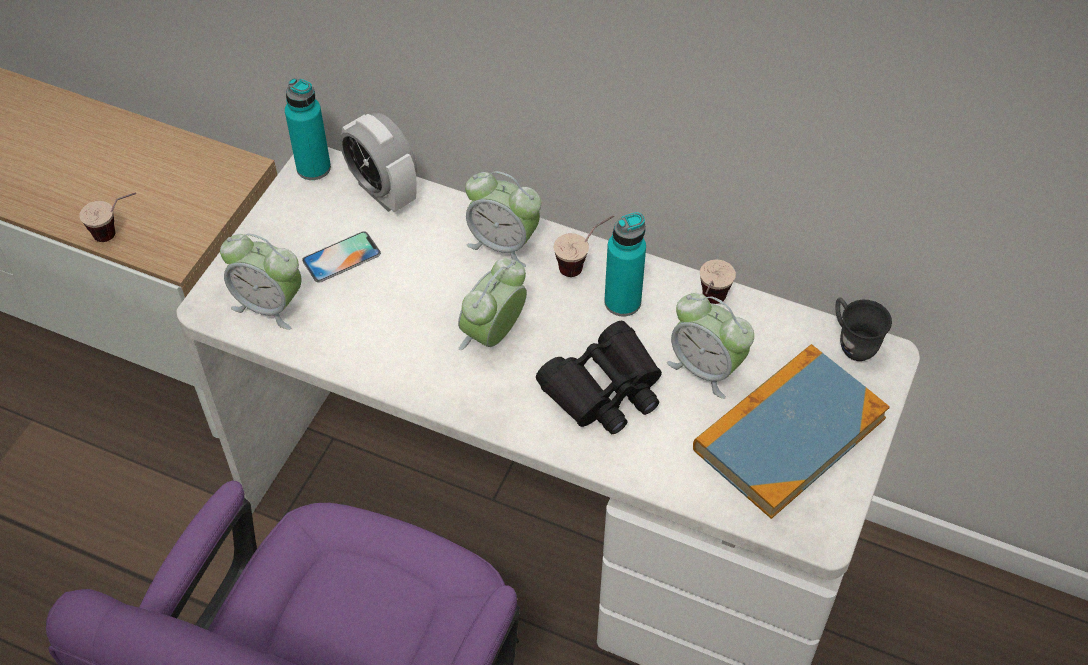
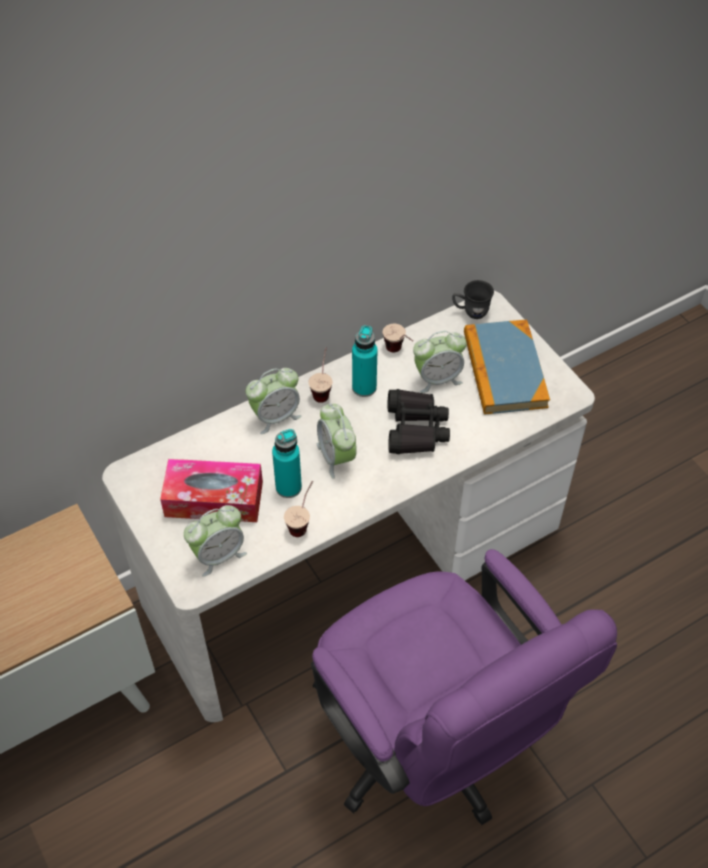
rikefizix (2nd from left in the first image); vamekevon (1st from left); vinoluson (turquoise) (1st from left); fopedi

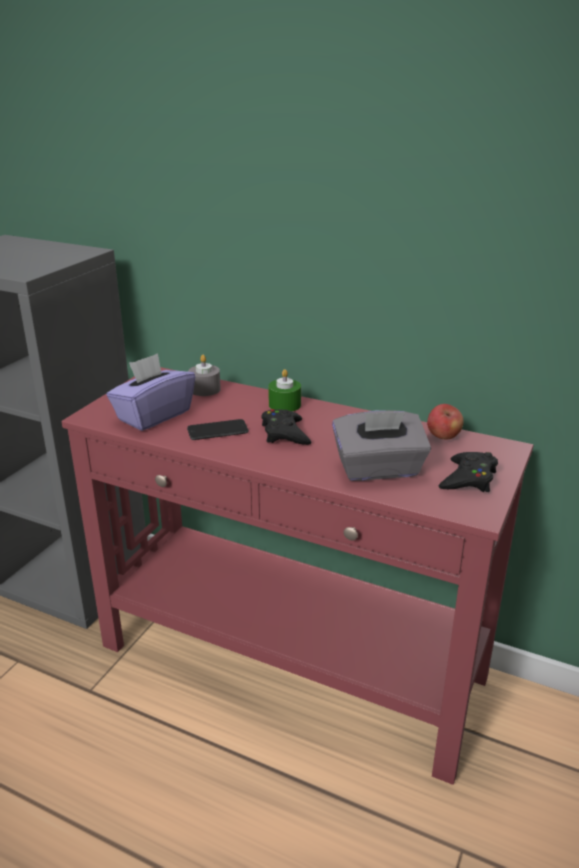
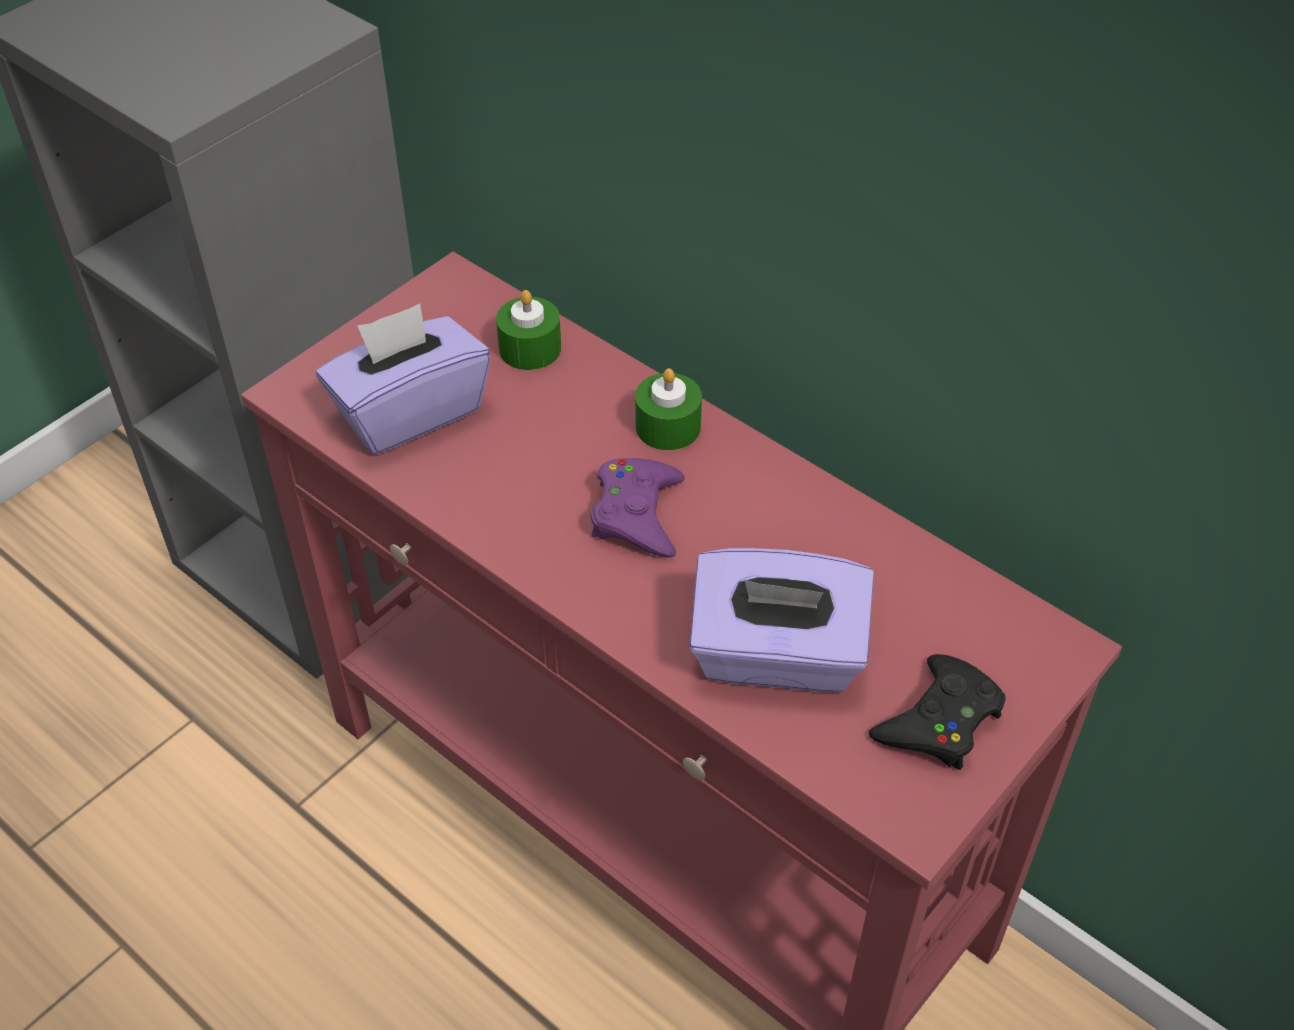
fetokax; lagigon; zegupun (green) (1st from left); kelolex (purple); fopedi (purple) (2nd from left)

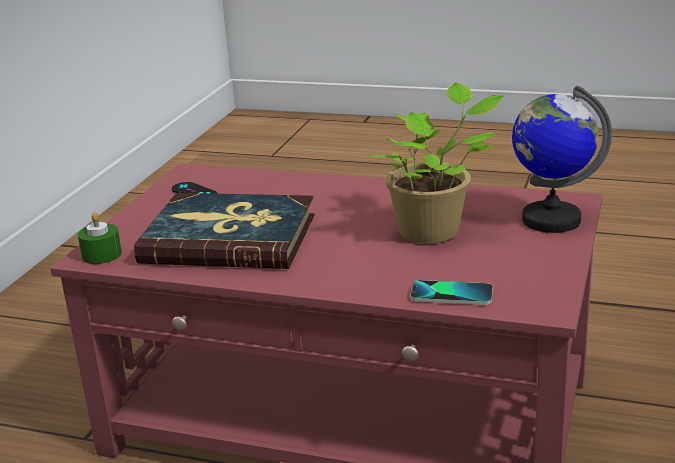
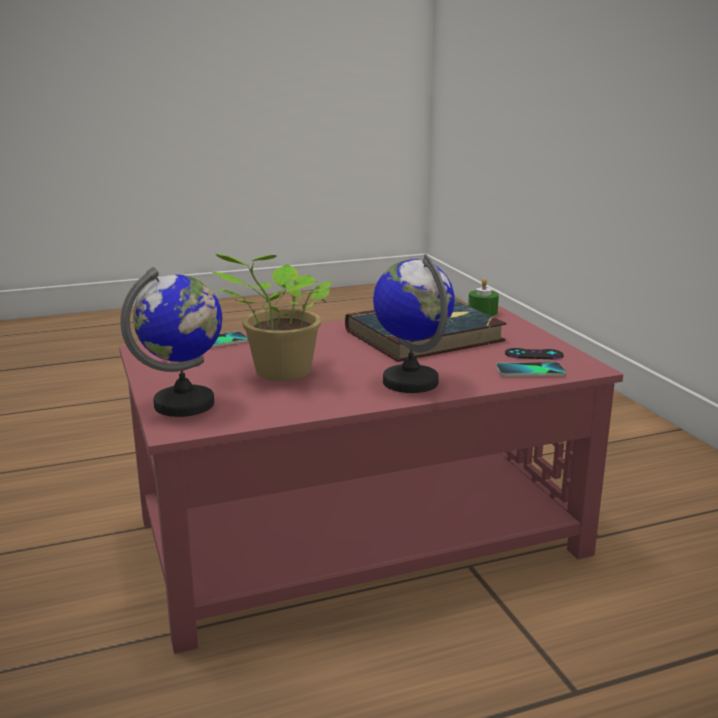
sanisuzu (2nd from left); fetokax (2nd from left)

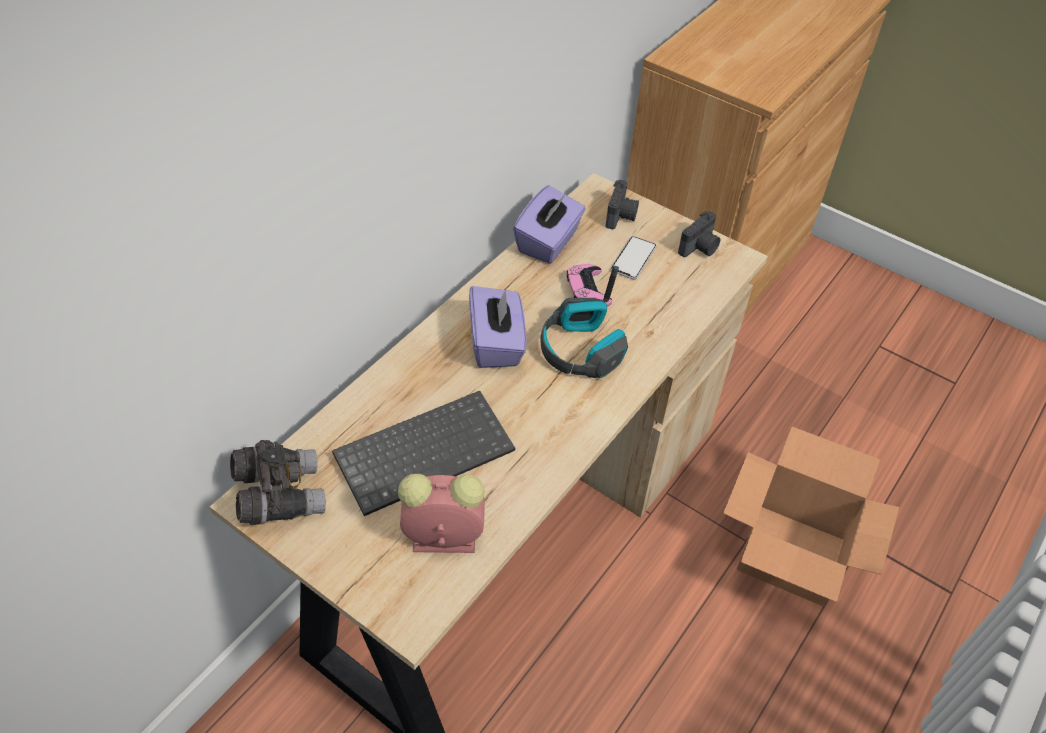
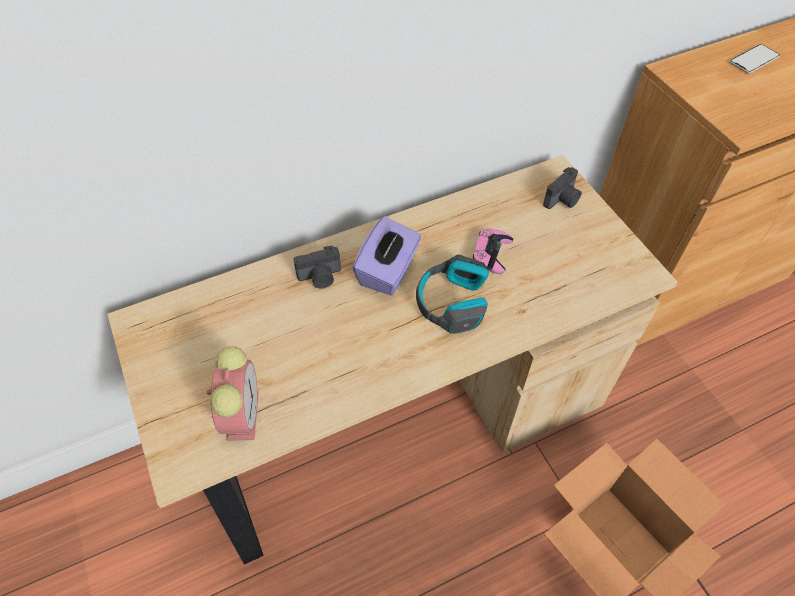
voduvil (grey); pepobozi; fopedi (purple) (2nd from left in the first image); fetokax; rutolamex (1st from left); rikefizix

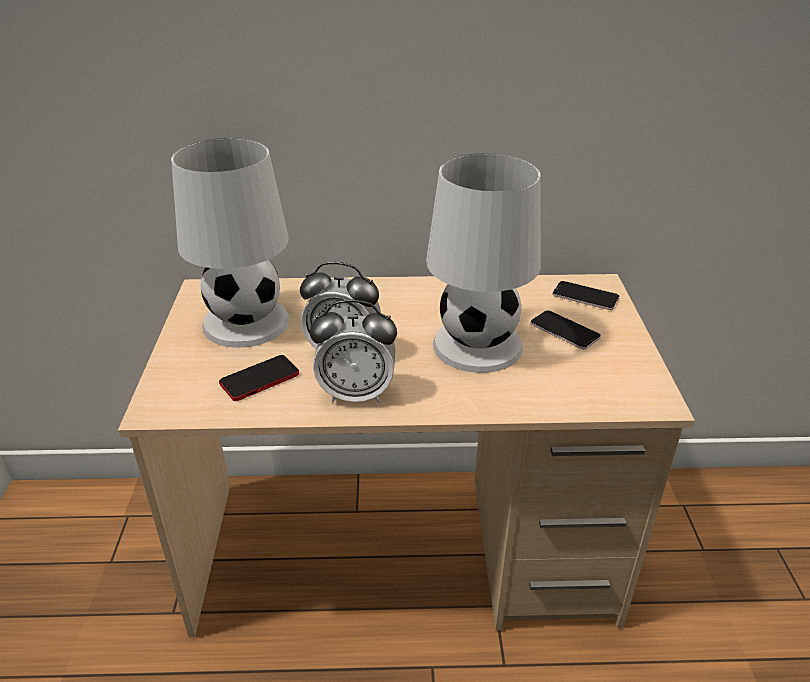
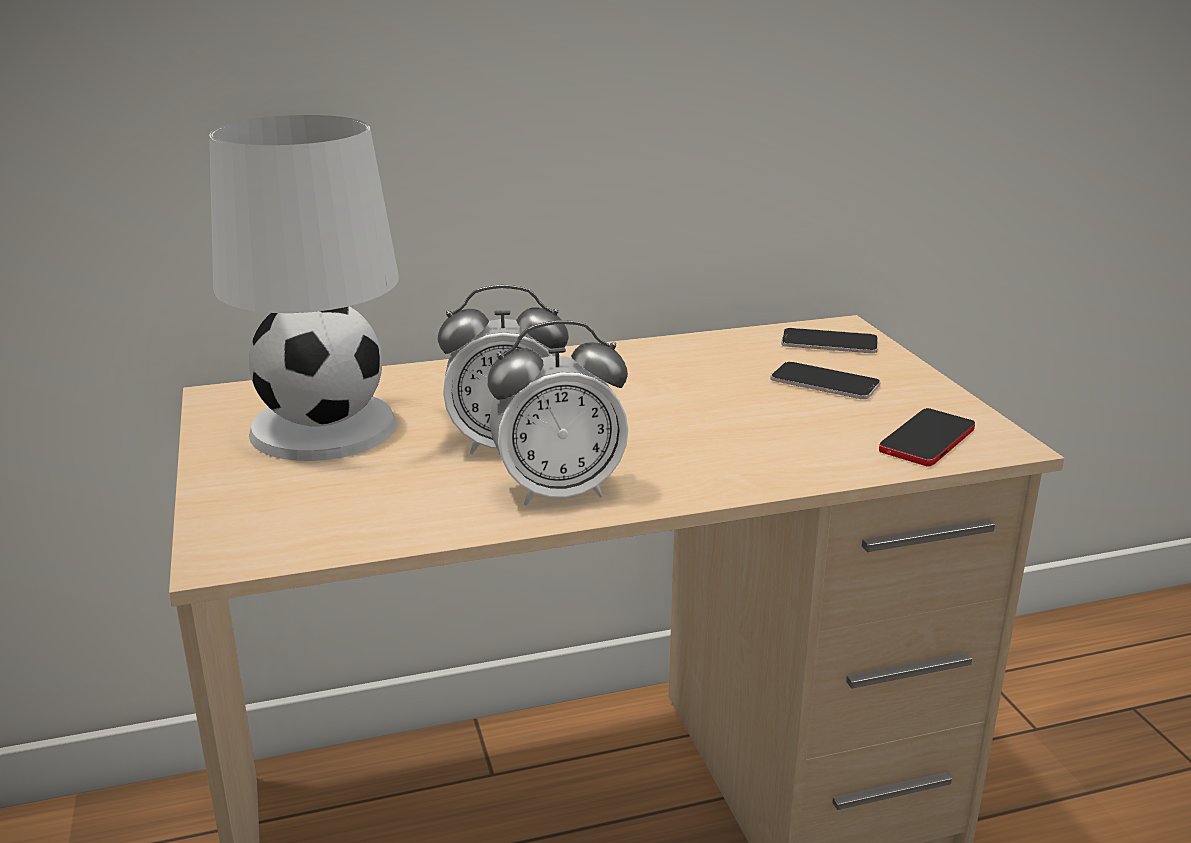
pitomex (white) (2nd from left in the first image); fetokax (3rd from left)

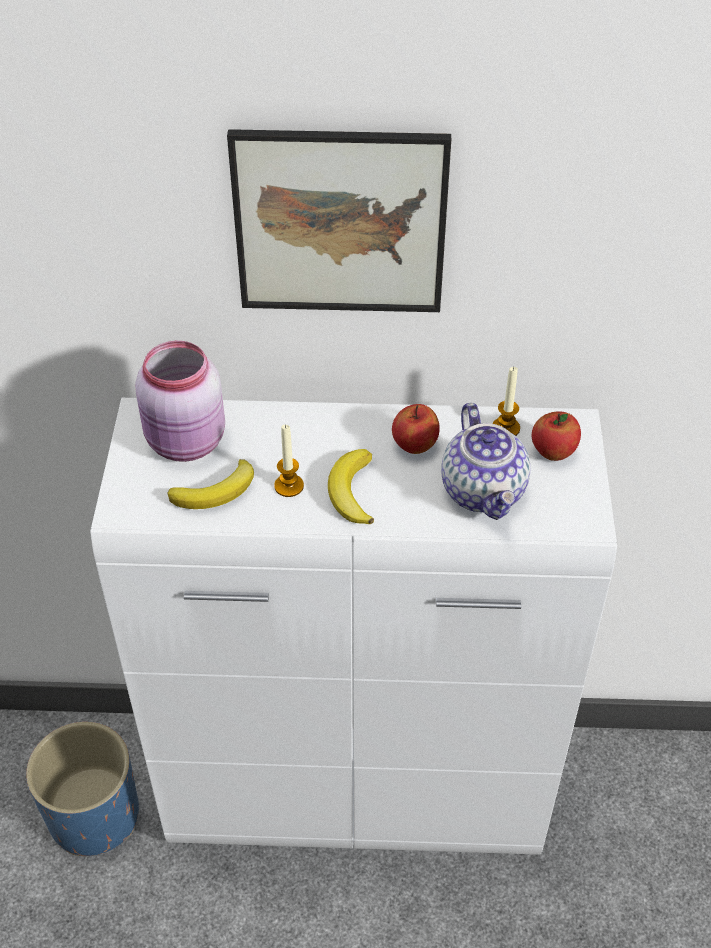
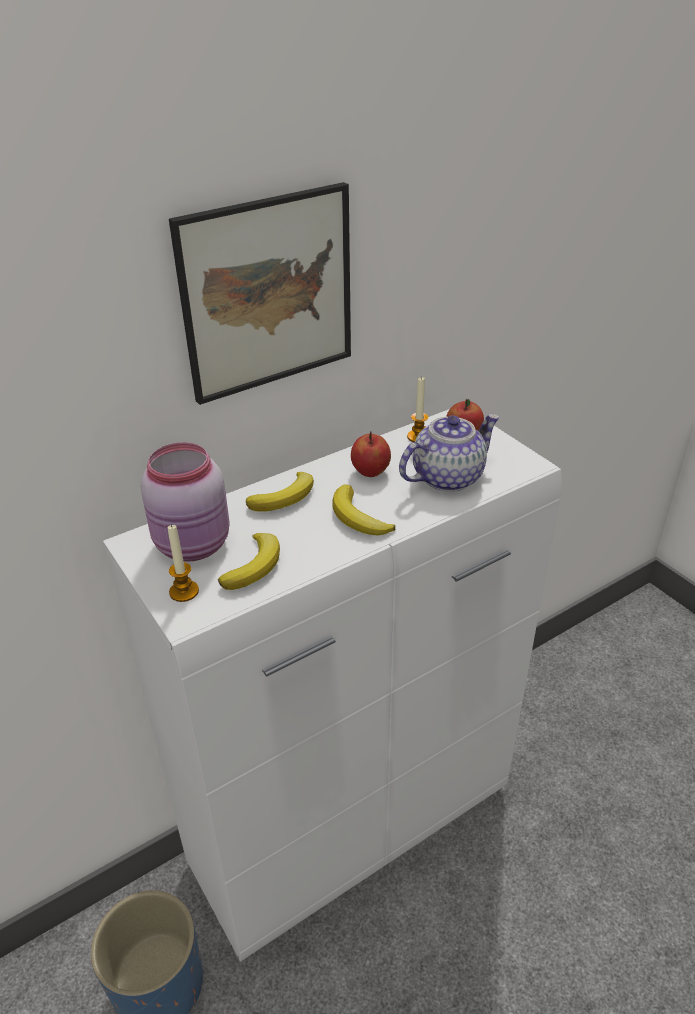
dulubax (2nd from left); zegupun (1st from left); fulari

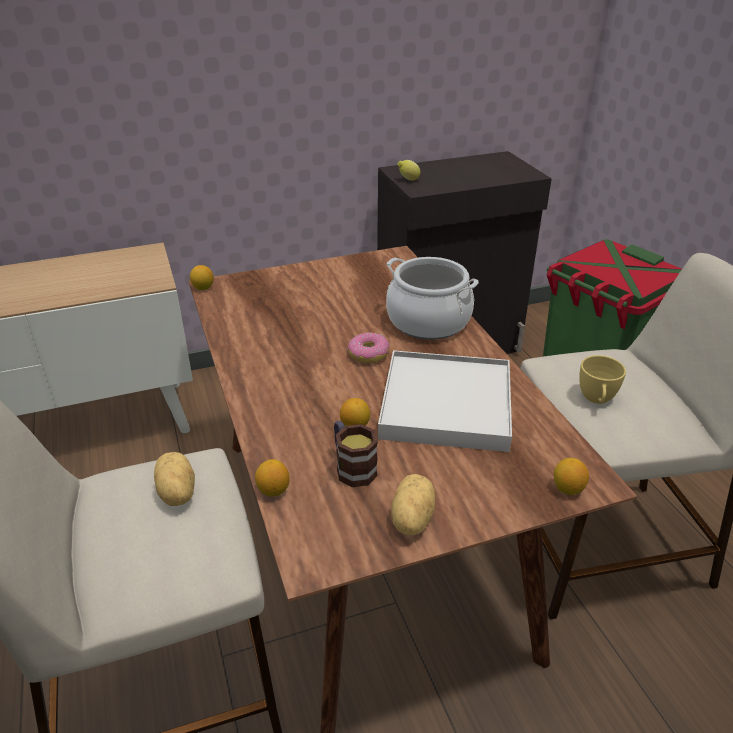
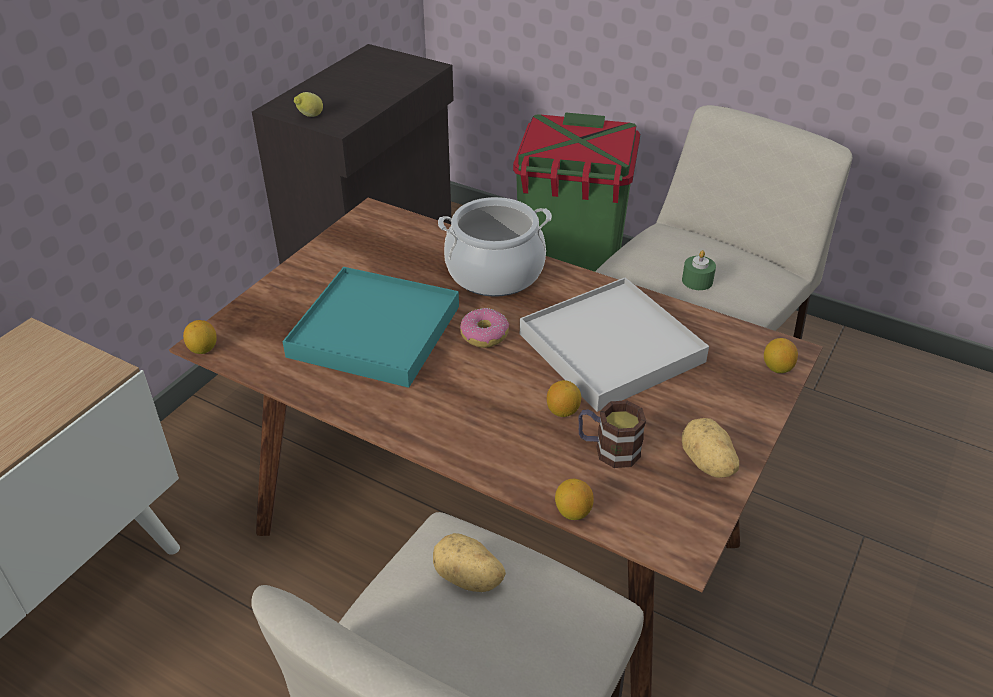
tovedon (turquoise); zegupun (green)

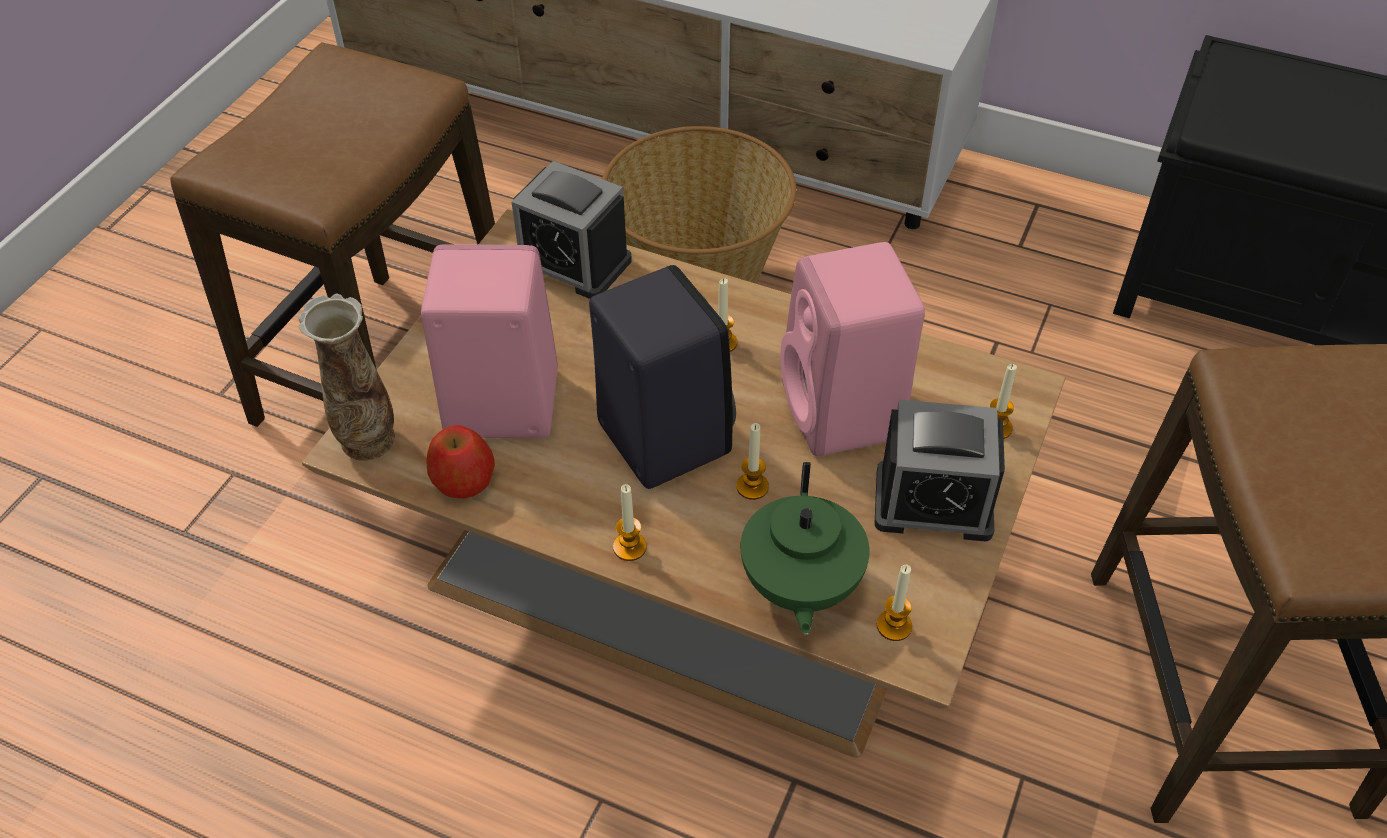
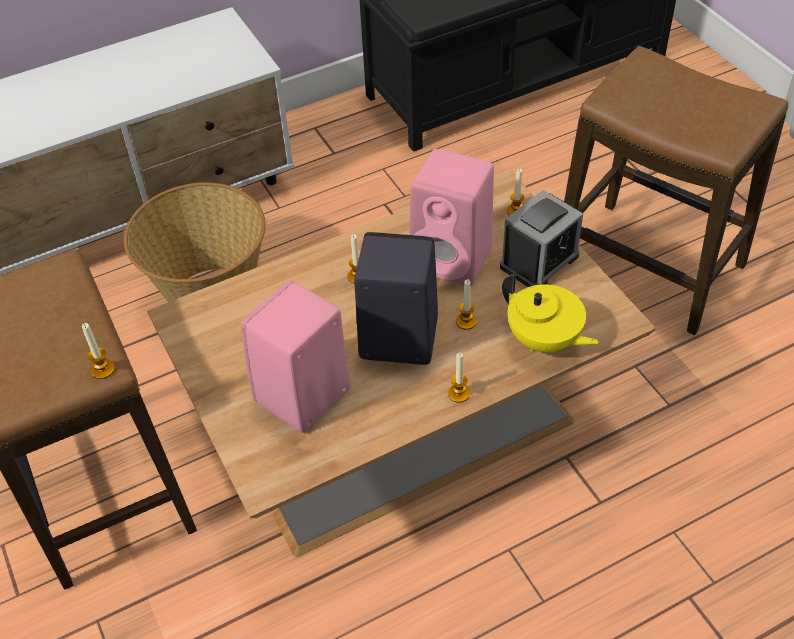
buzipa; lagigon; rikefizix (1st from left in the first image); zegupun (1st from left); fulari (yellow)

